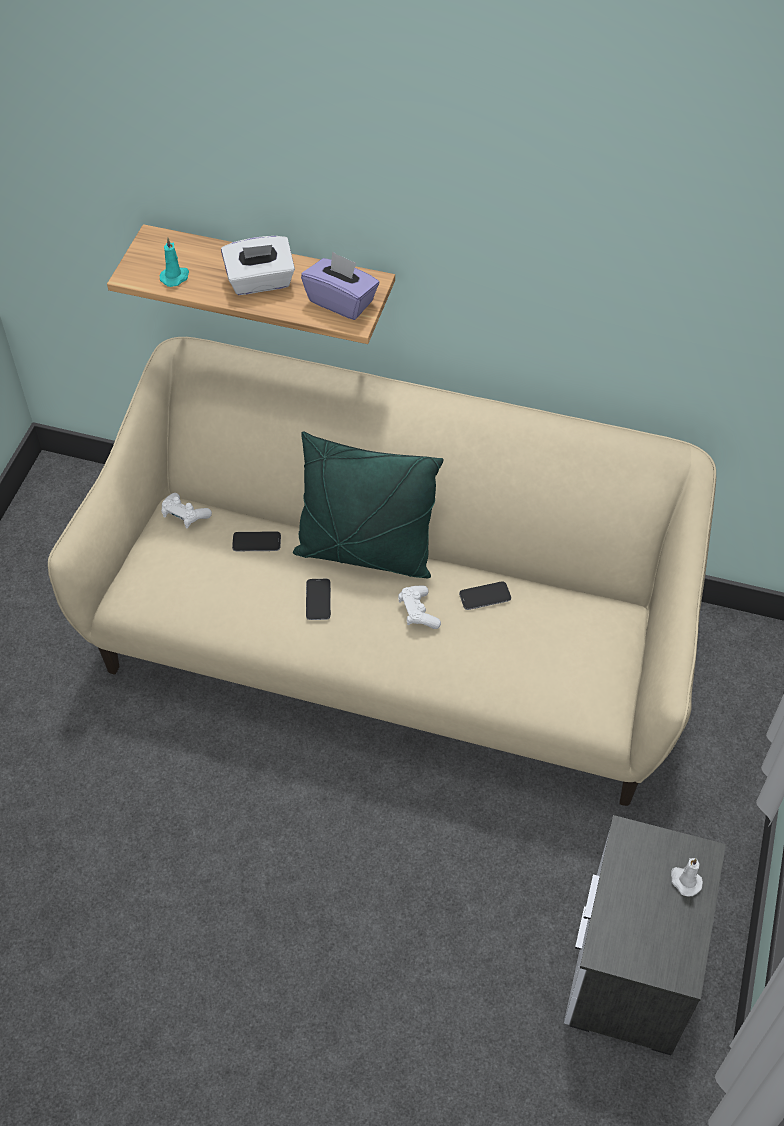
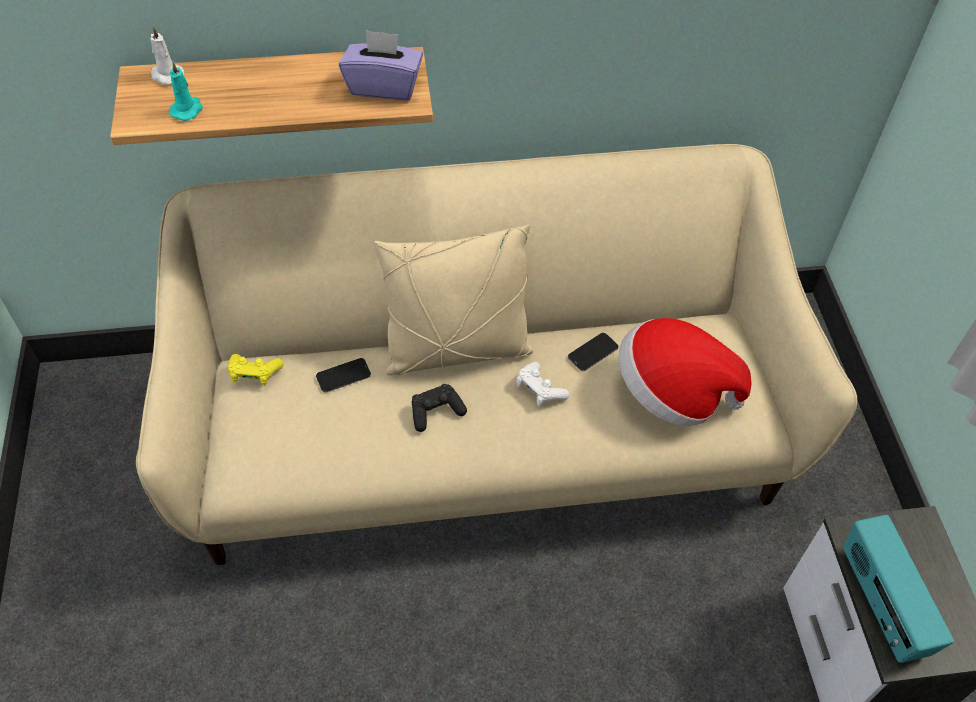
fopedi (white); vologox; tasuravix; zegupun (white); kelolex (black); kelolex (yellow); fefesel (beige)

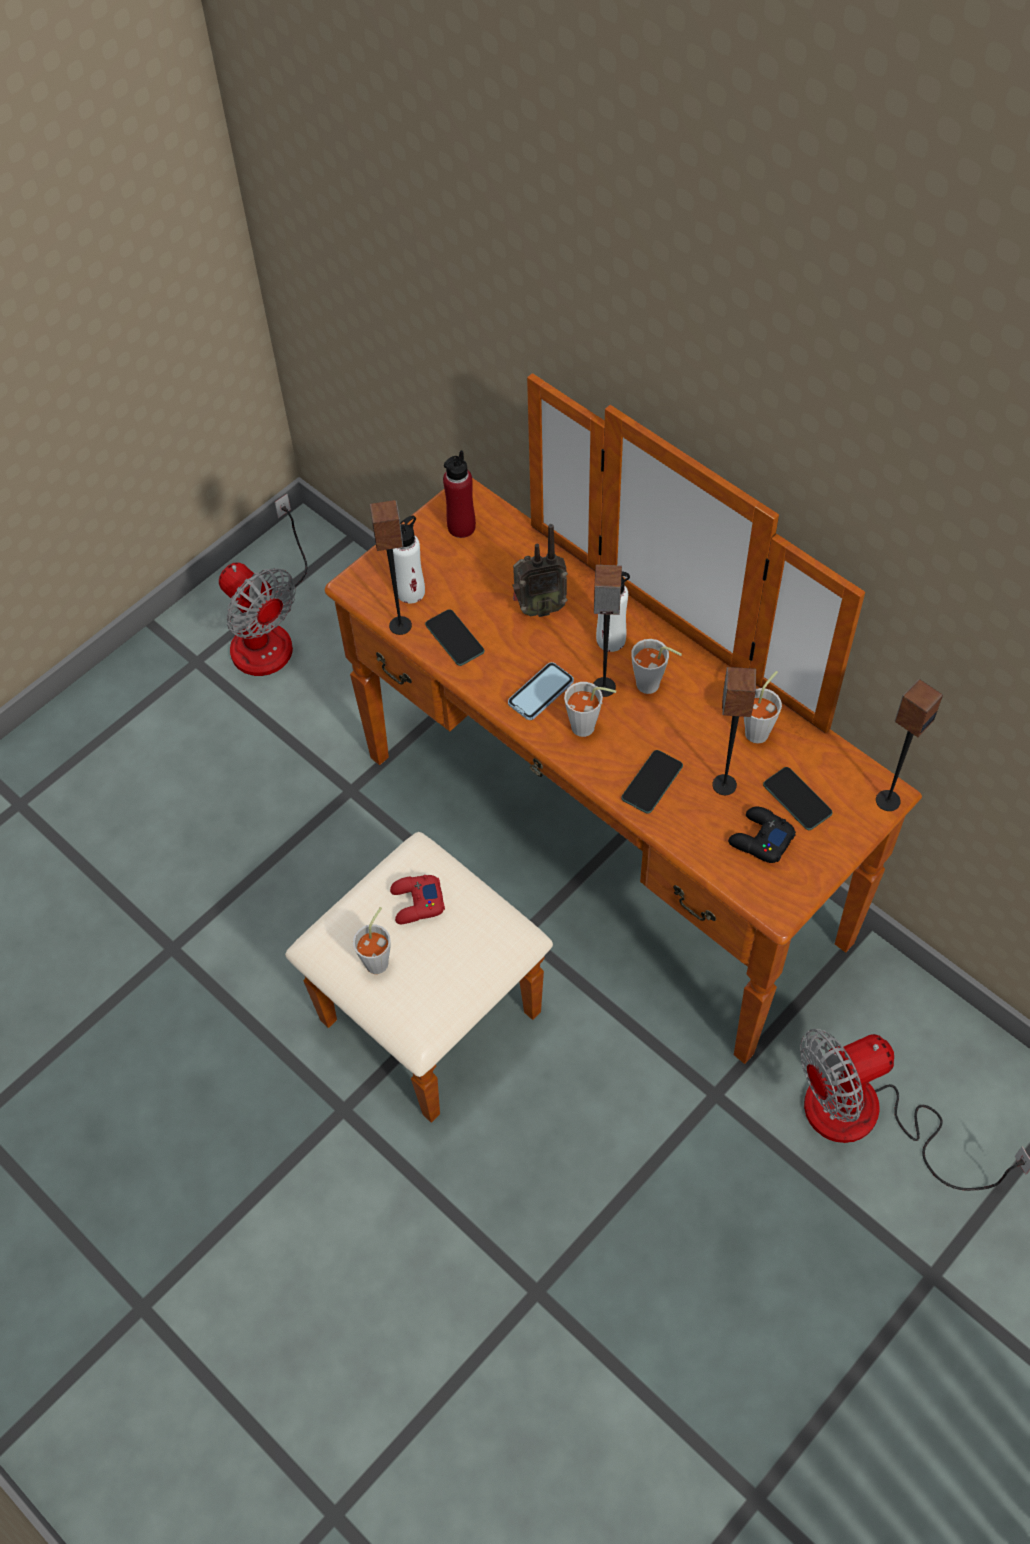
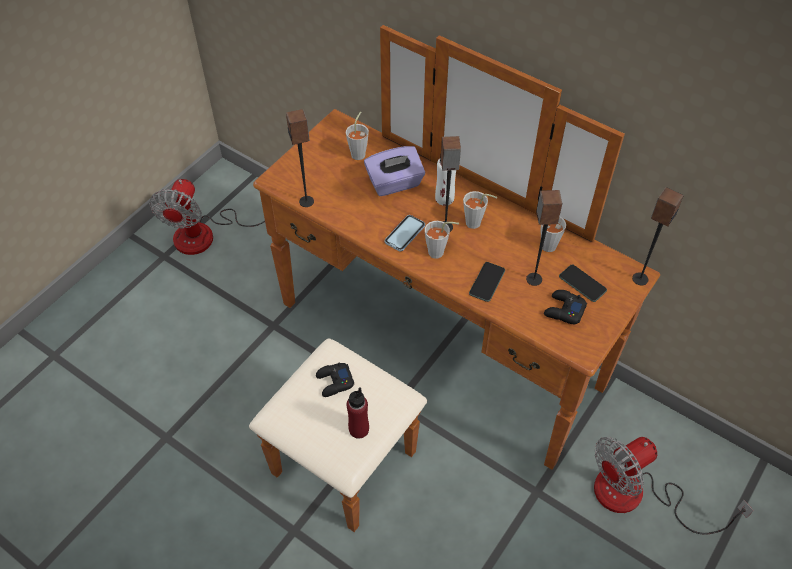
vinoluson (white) (1st from left in the first image); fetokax (1st from left in the first image); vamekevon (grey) (1st from left); vinoluson (red); fopedi (purple); kelolex (black) (1st from left); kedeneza (1st from left)

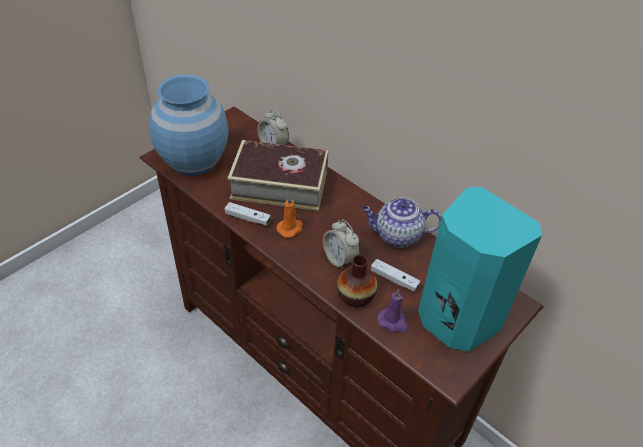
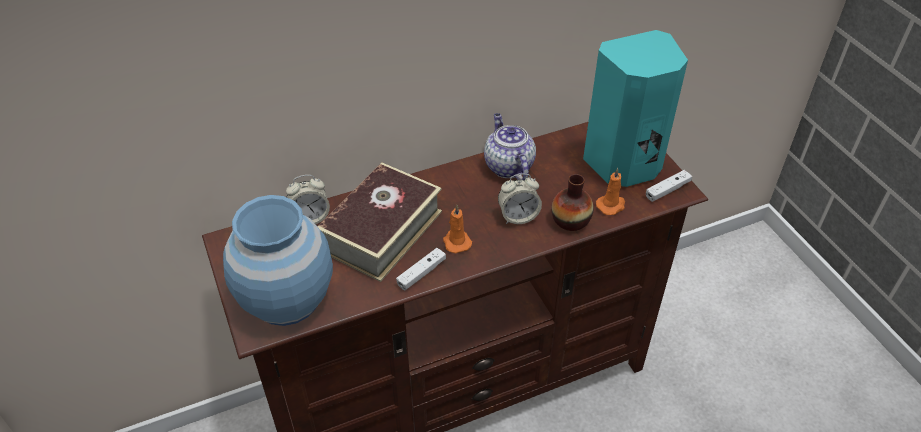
kelolex (white) (2nd from left); zegupun (orange) (2nd from left); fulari

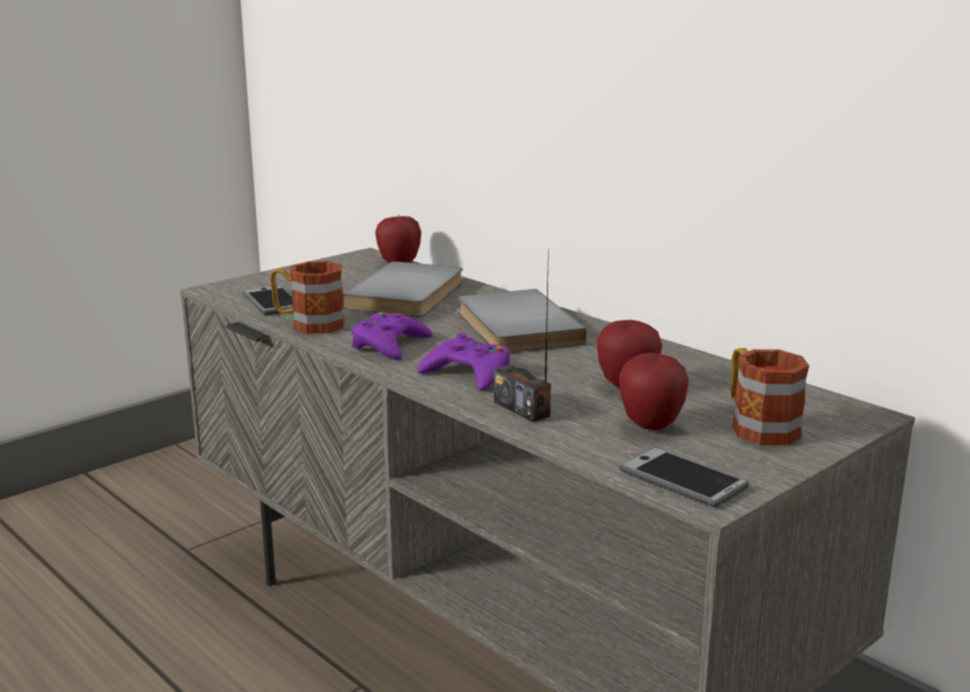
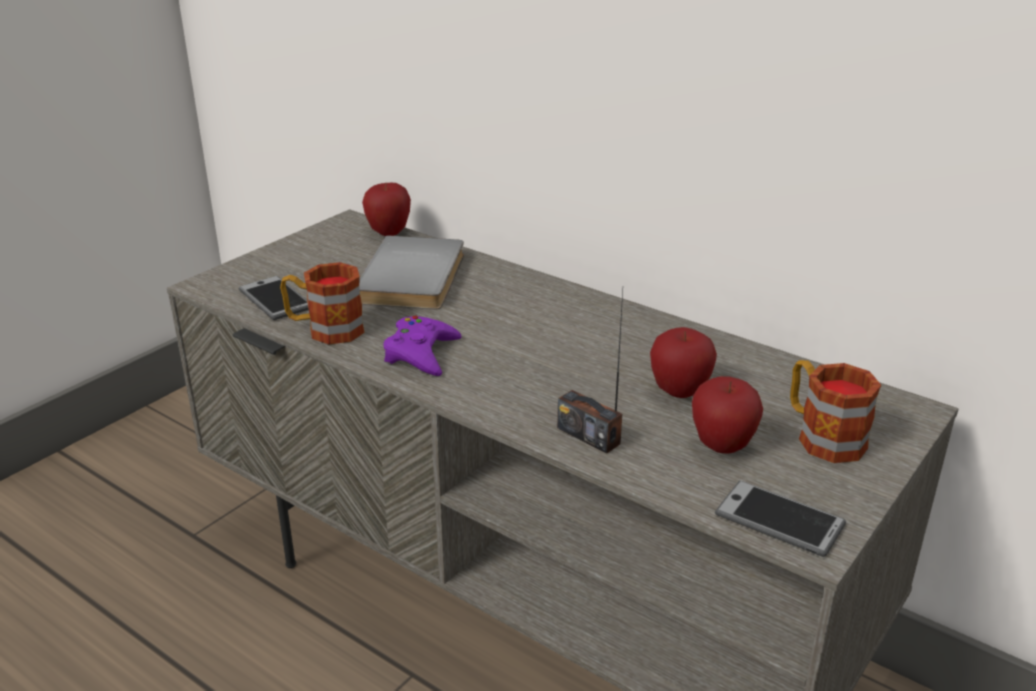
kelolex (purple) (2nd from left in the first image); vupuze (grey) (2nd from left in the first image)

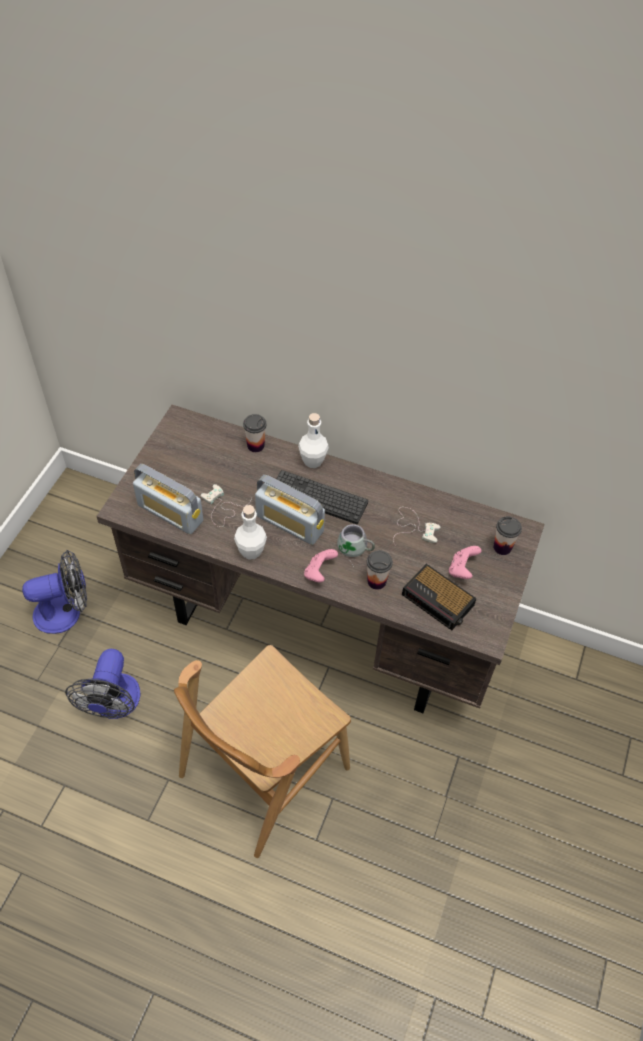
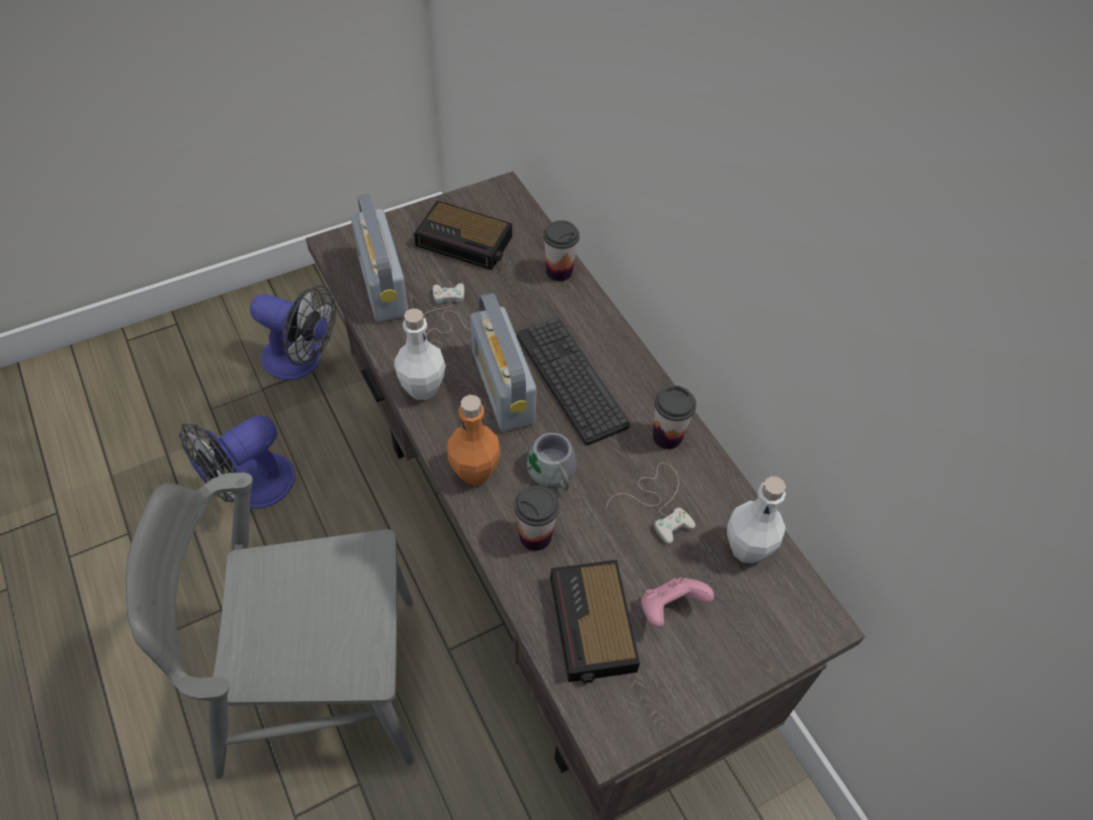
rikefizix (1st from left); vinoluson (white) (2nd from left); vamekevon (3rd from left); vinoluson (orange); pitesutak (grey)

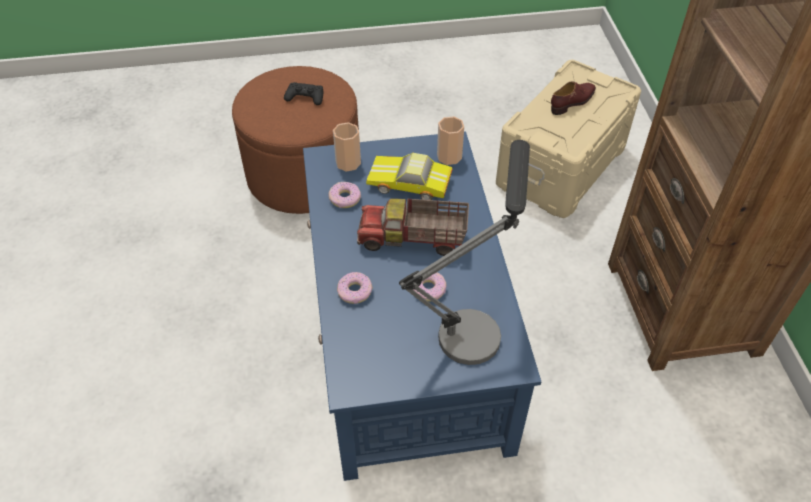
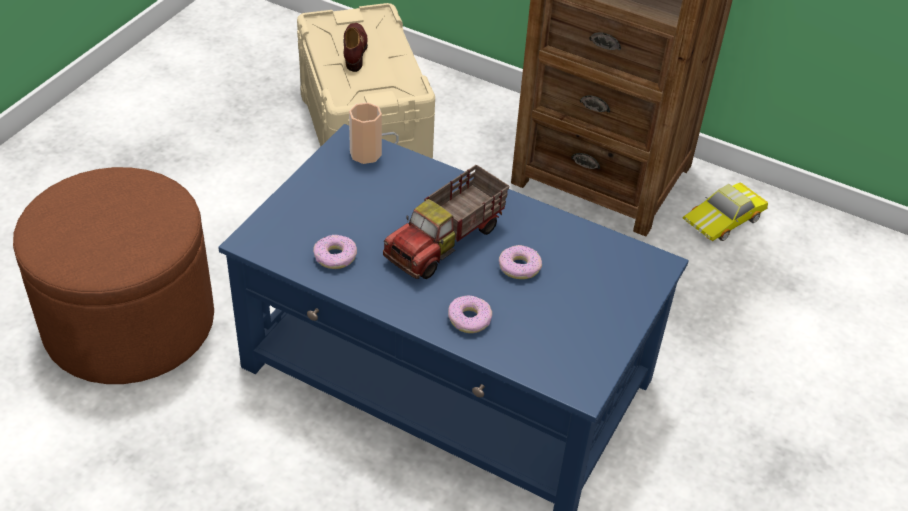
kelolex (black); vamekevon (1st from left in the first image); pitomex; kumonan

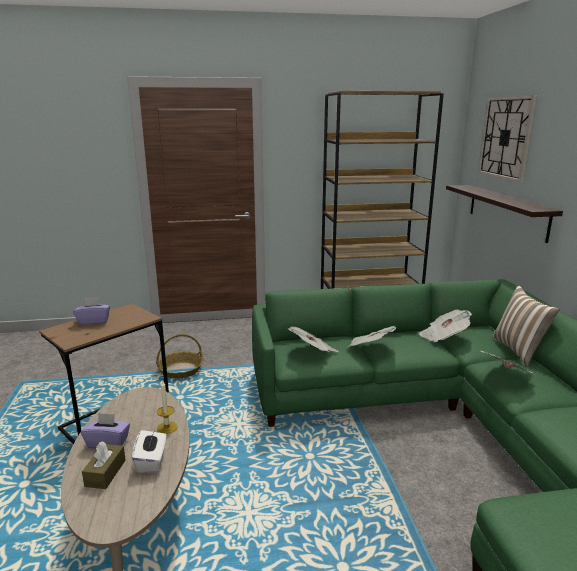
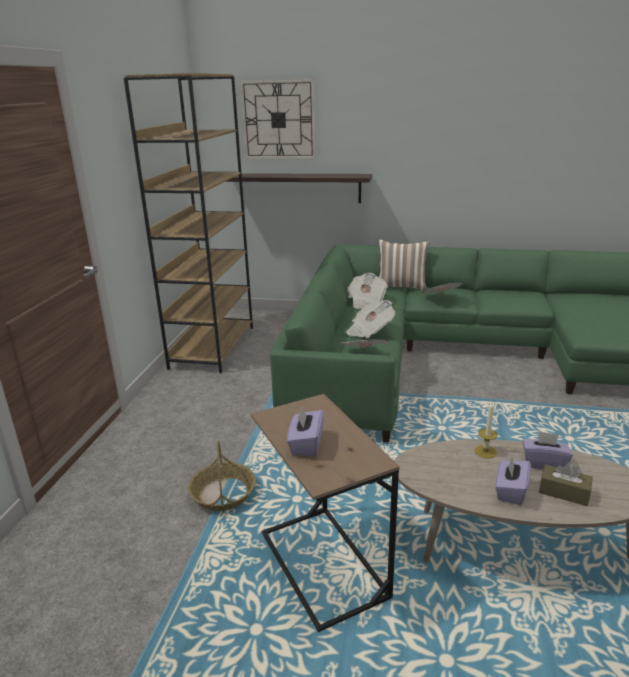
fopedi (purple) (3rd from left)

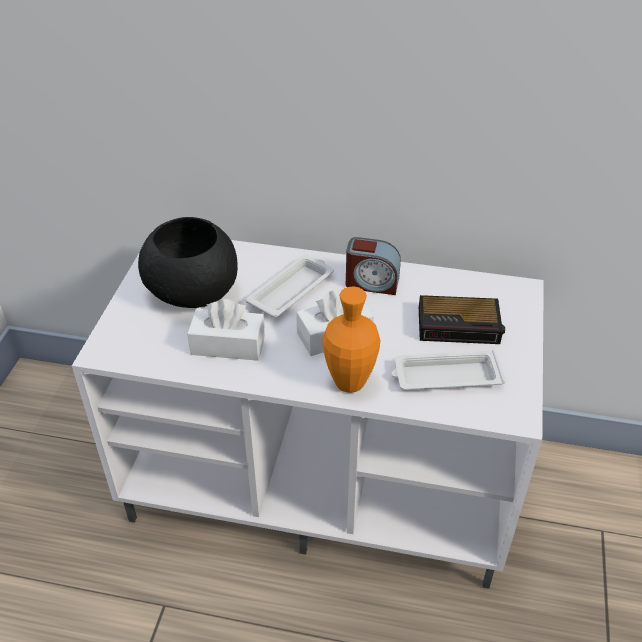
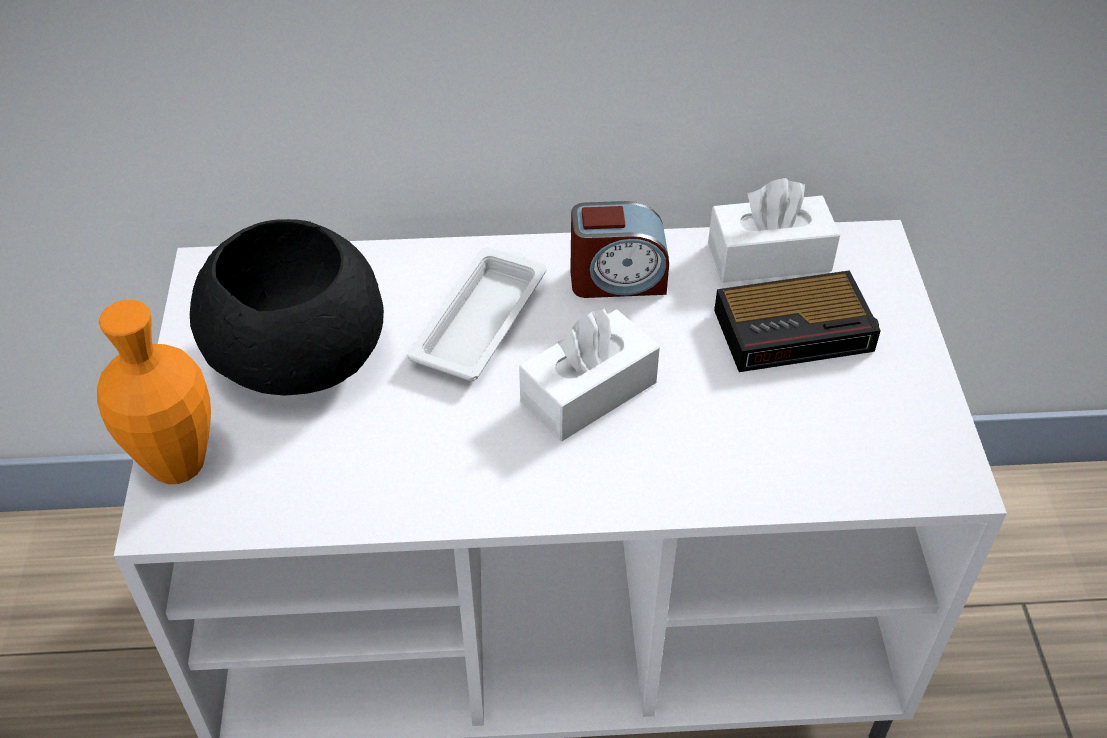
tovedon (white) (2nd from left in the first image); fopedi (white) (2nd from left); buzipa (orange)

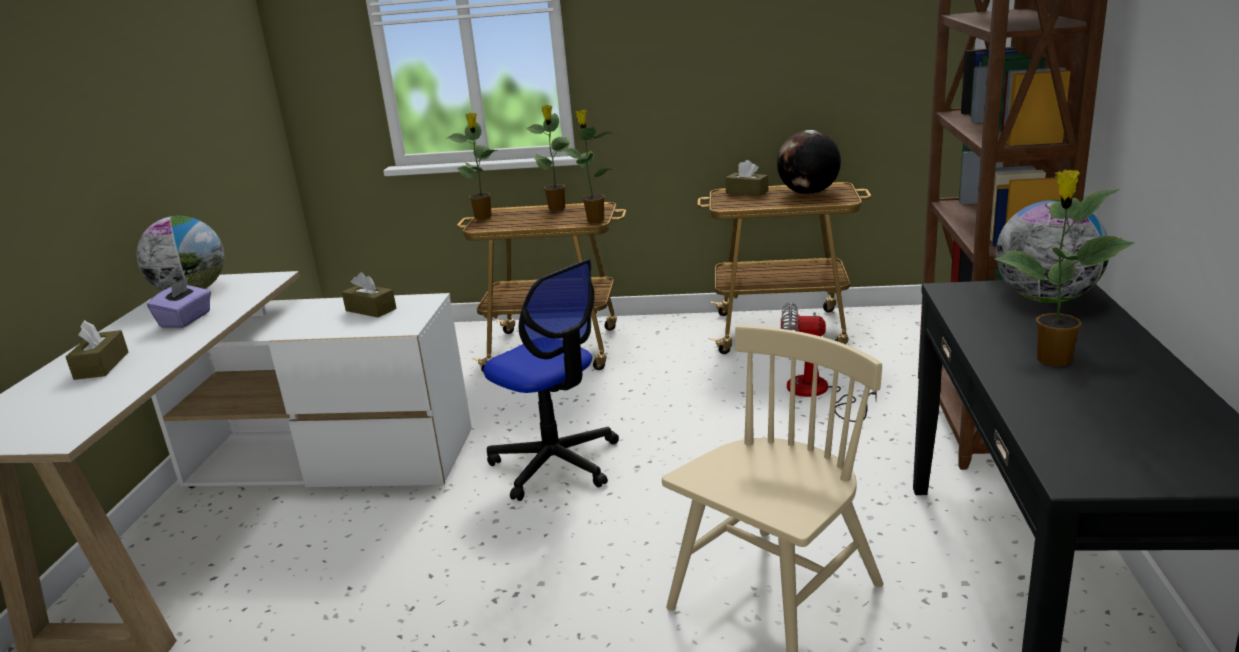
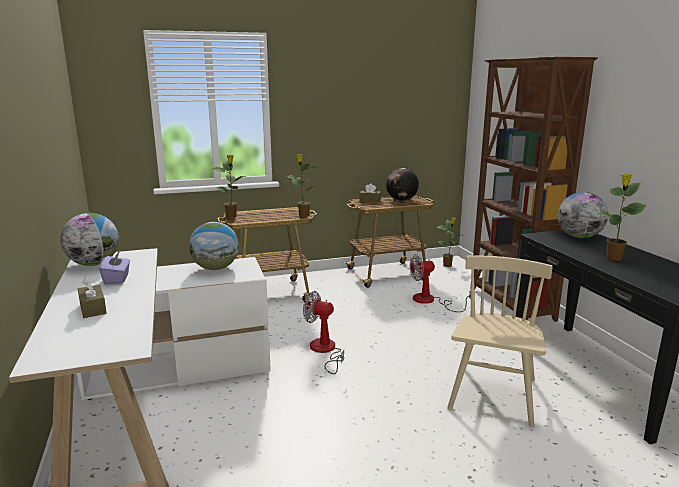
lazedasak (3rd from left); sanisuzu (2nd from left); kedeneza (1st from left)

